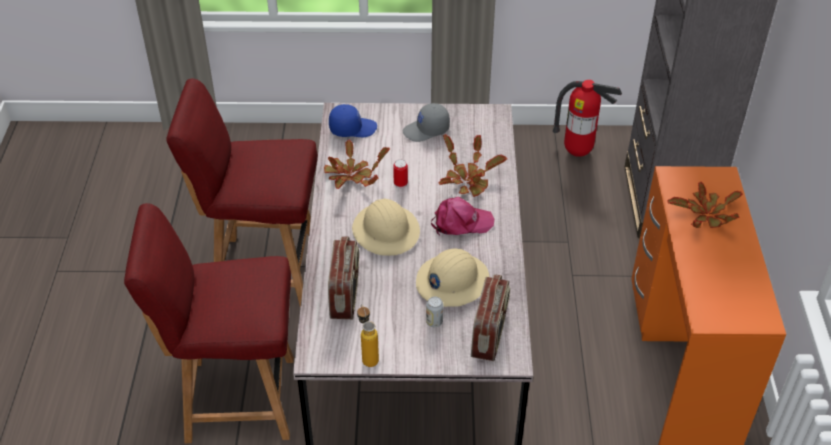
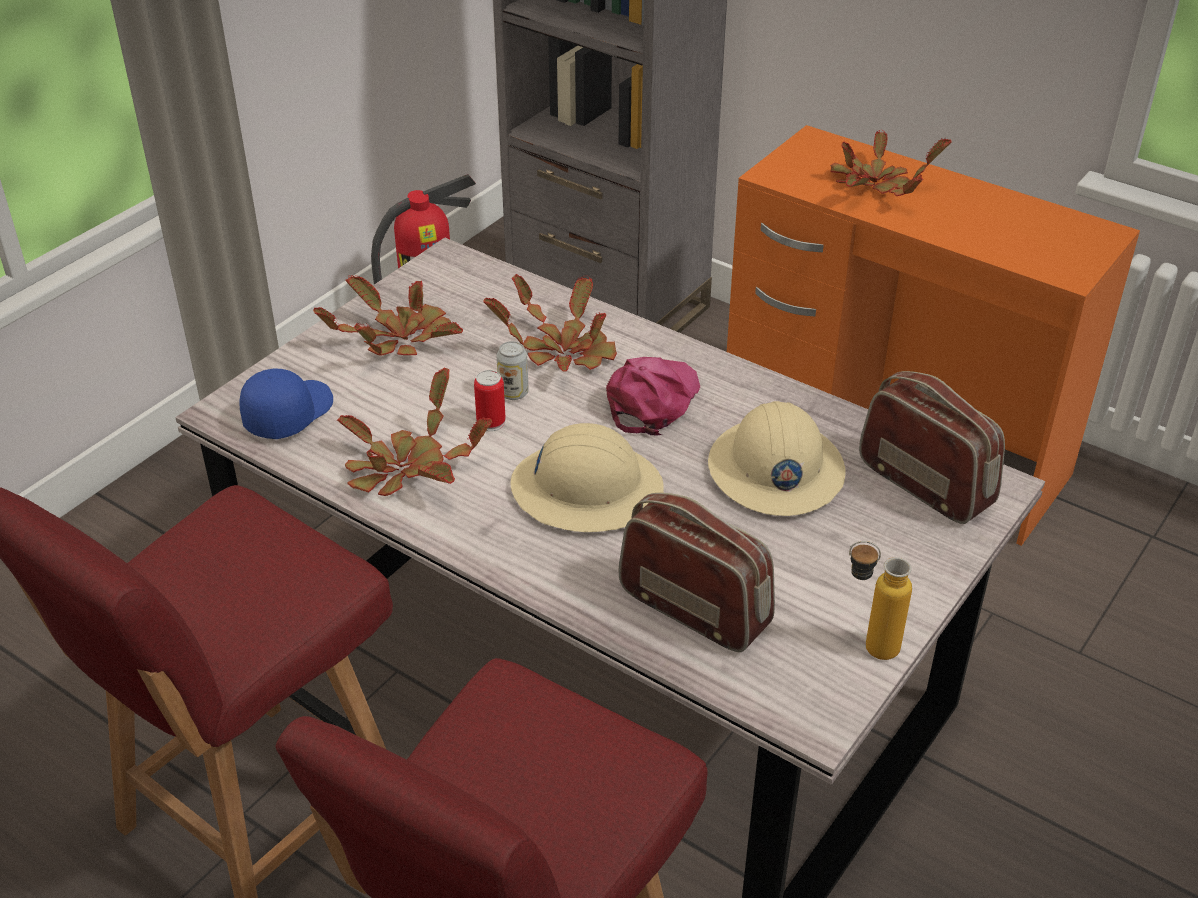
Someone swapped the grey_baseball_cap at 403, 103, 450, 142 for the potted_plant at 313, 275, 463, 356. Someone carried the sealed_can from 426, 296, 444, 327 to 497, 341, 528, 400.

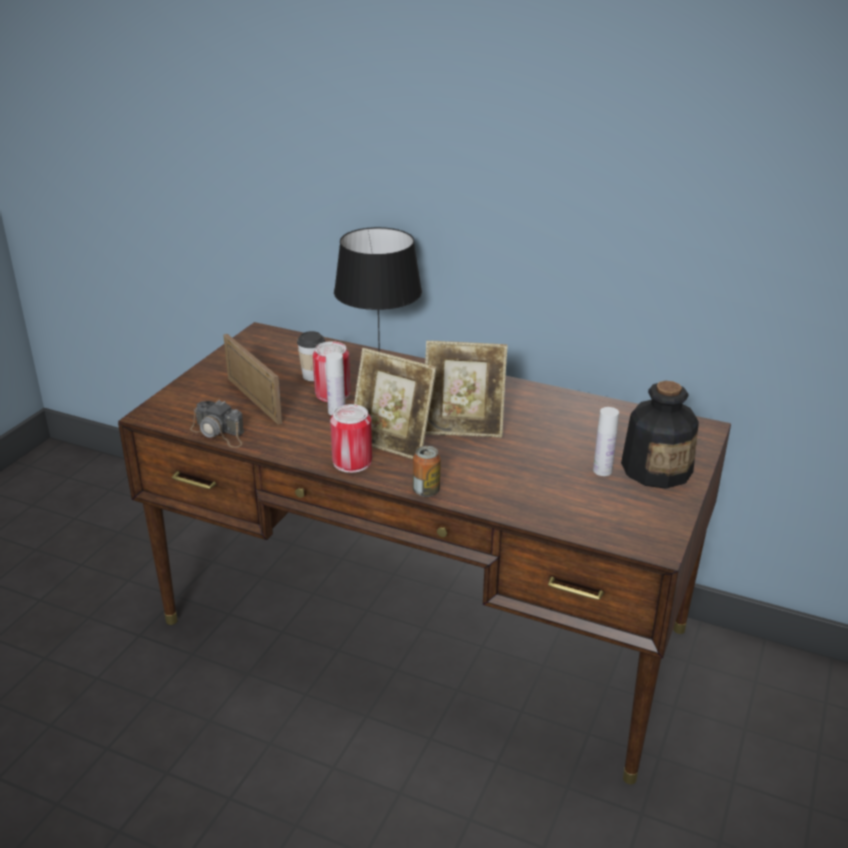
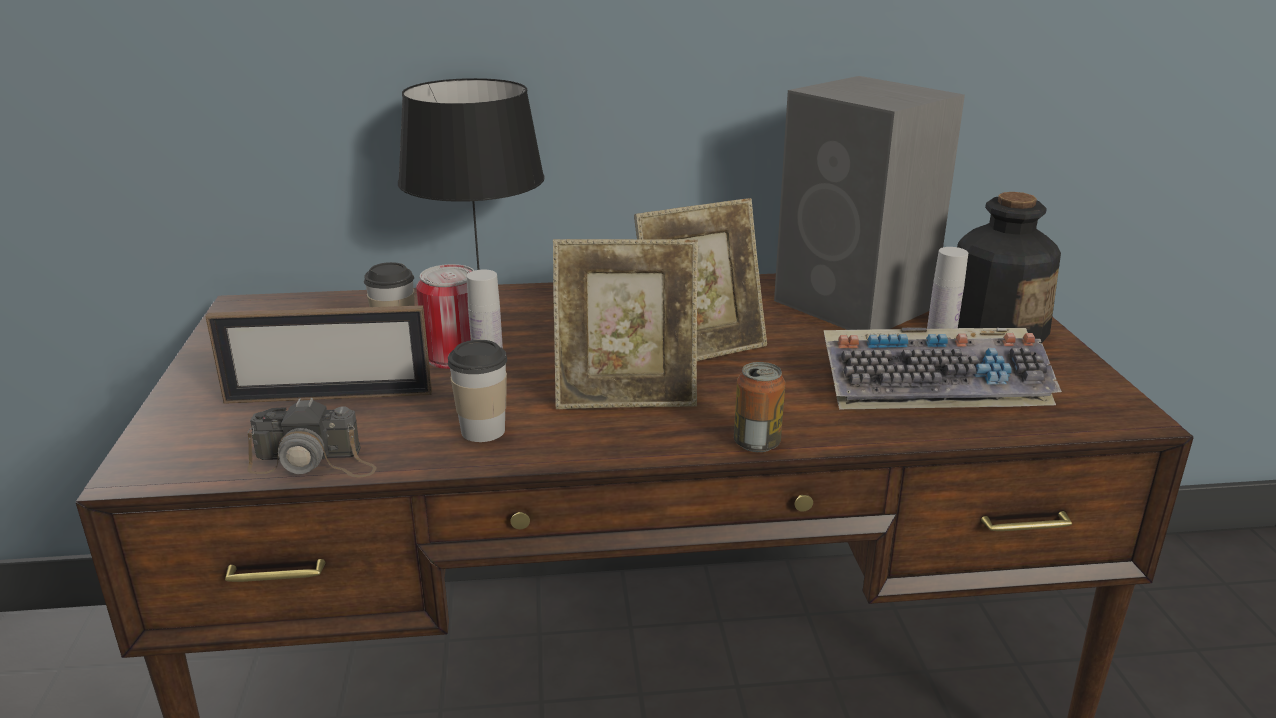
Someone rotated the photo_frame at 223, 334, 282, 425 by 150 degrees clockwise. Someone took away the sealed_can at 330, 404, 372, 473. Someone put down the small_cup at 448, 340, 507, 442. Someone put down the grey_speaker at 774, 76, 965, 330. Someone put down the keyboard at 824, 328, 1062, 409.

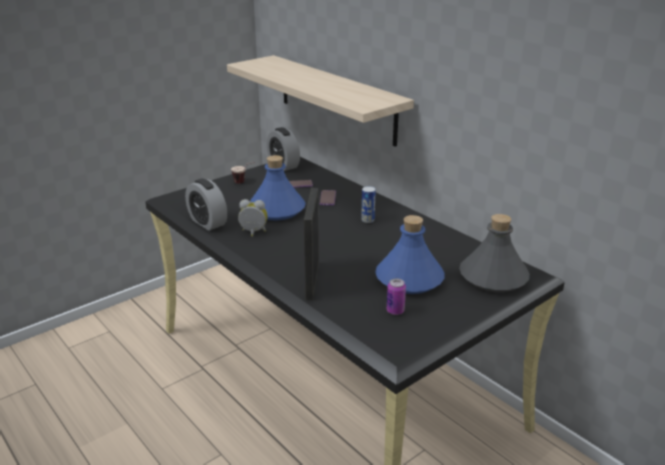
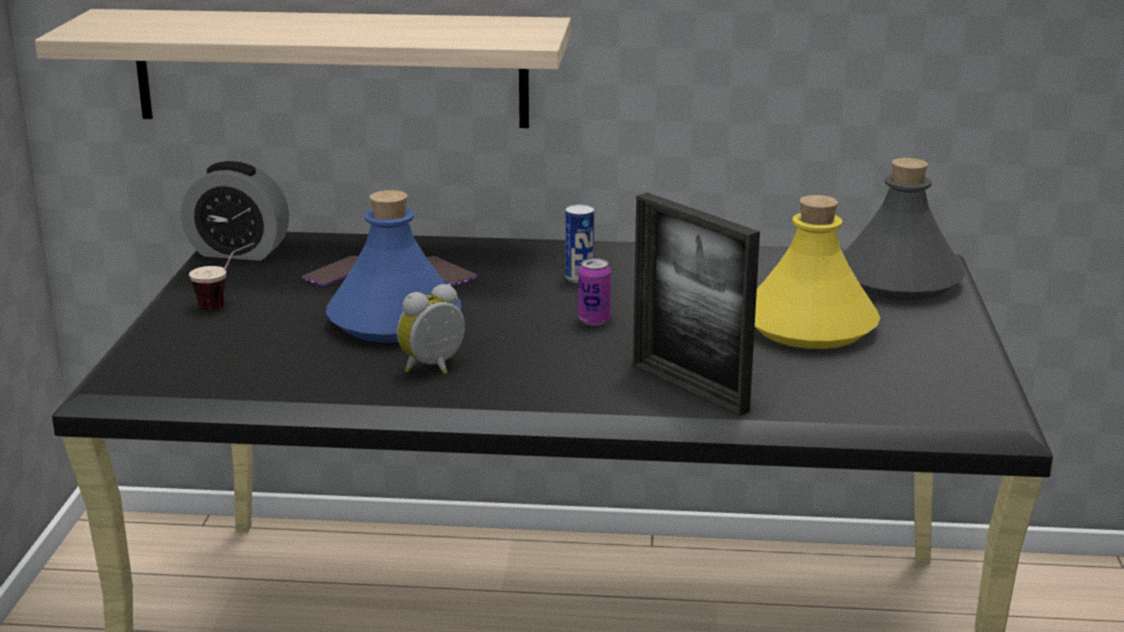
Someone took away the table_clock at 185, 178, 227, 231. Someone repainted the blue_bottle at 375, 215, 445, 294, which became the yellow-coloured_bottle at 755, 195, 880, 349. Someone carried the sealed_can from 387, 278, 406, 315 to 578, 258, 611, 326.

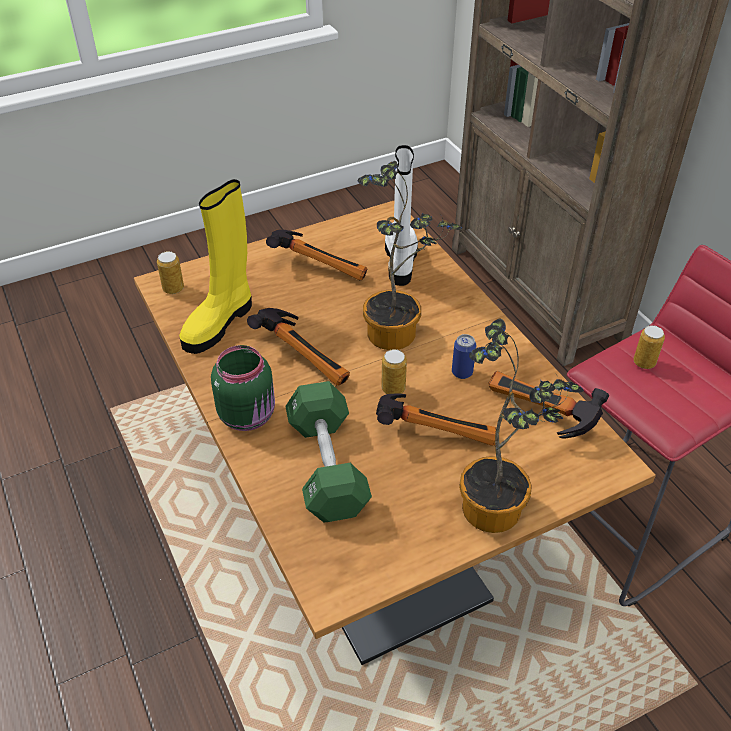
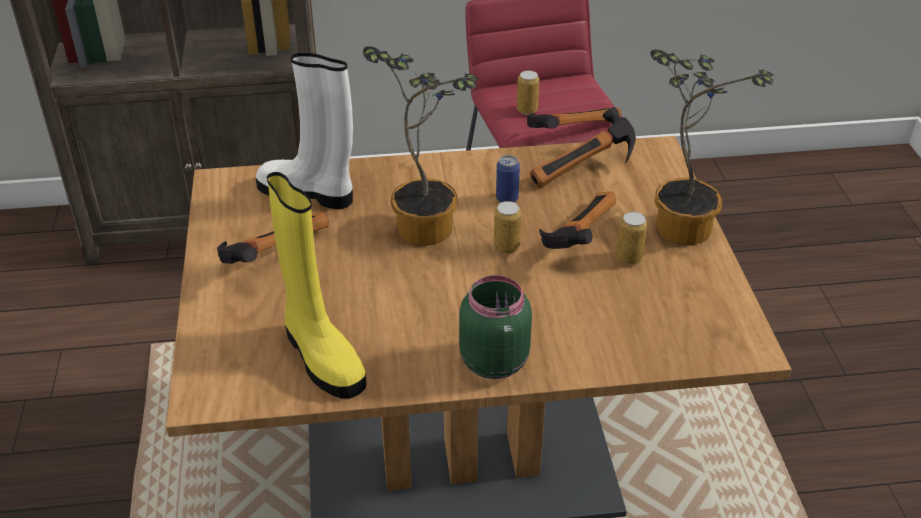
Someone carried the sealed_can from 157, 251, 184, 294 to 616, 212, 648, 265. Someone carried the tool_hammer from 247, 308, 350, 386 to 527, 107, 621, 129. Someone took away the green_free_weight at 285, 381, 372, 522.

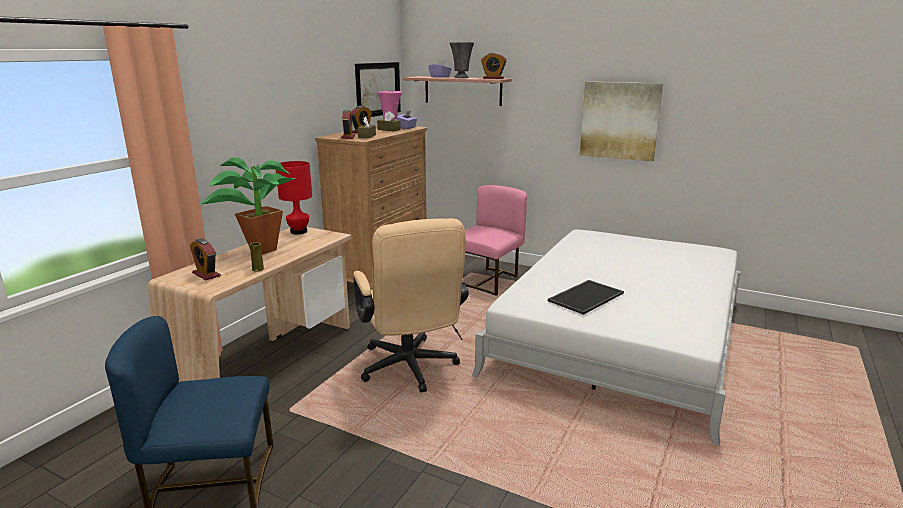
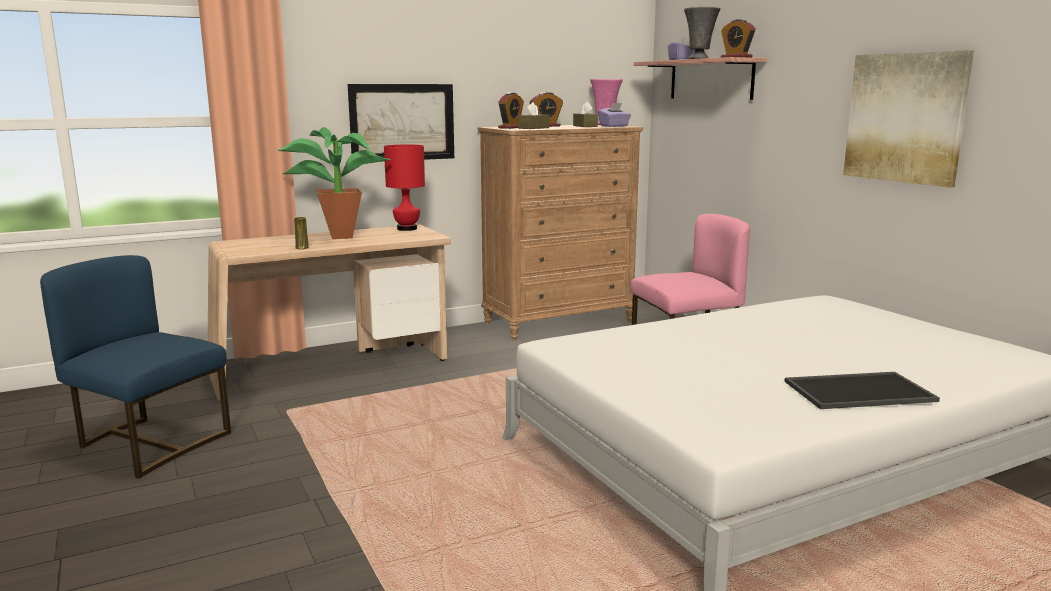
Someone took away the table_clock at 190, 238, 221, 280. Someone took away the beige-coloured_computer_chair at 353, 218, 469, 392. Someone carried the wall_picture from 355, 62, 401, 117 to 348, 84, 454, 160. Someone carried the serving_tray from 548, 280, 624, 315 to 784, 372, 940, 409.

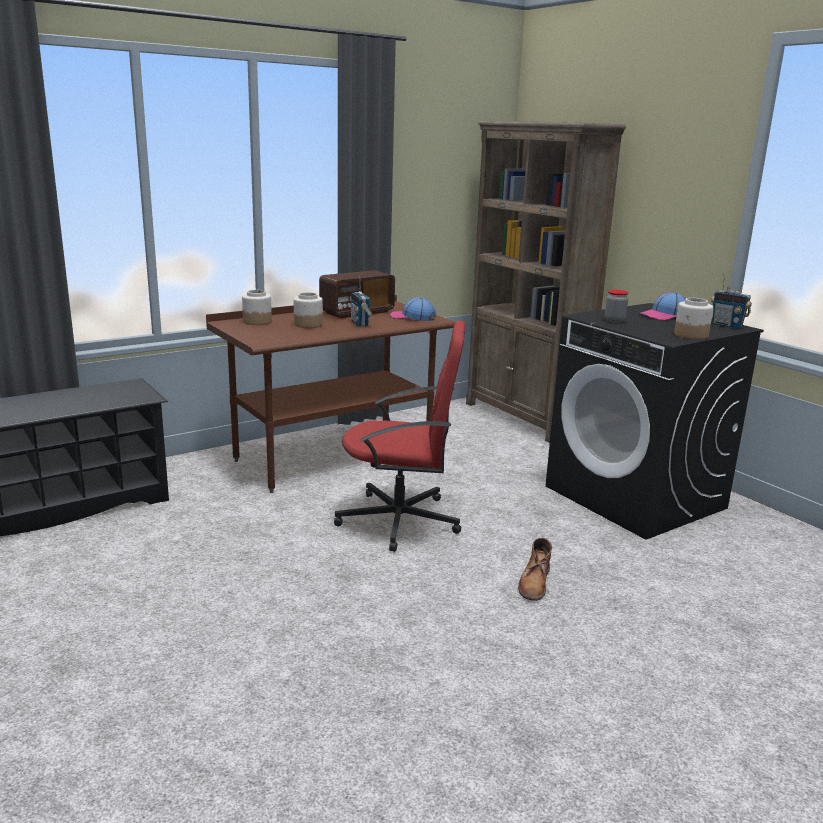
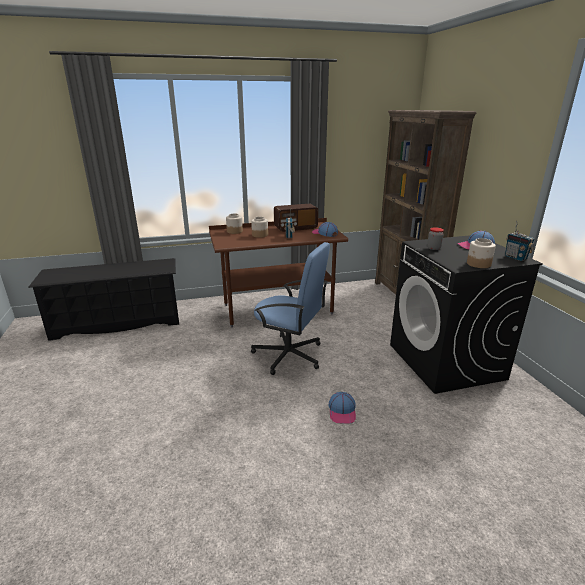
Someone repainted the red-coloured_computer_chair at 334, 320, 465, 552, which became the blue_computer_chair at 251, 242, 330, 375. Someone swapped the brown-coloured_boot at 518, 538, 552, 601 for the baseball_cap at 329, 392, 356, 424.

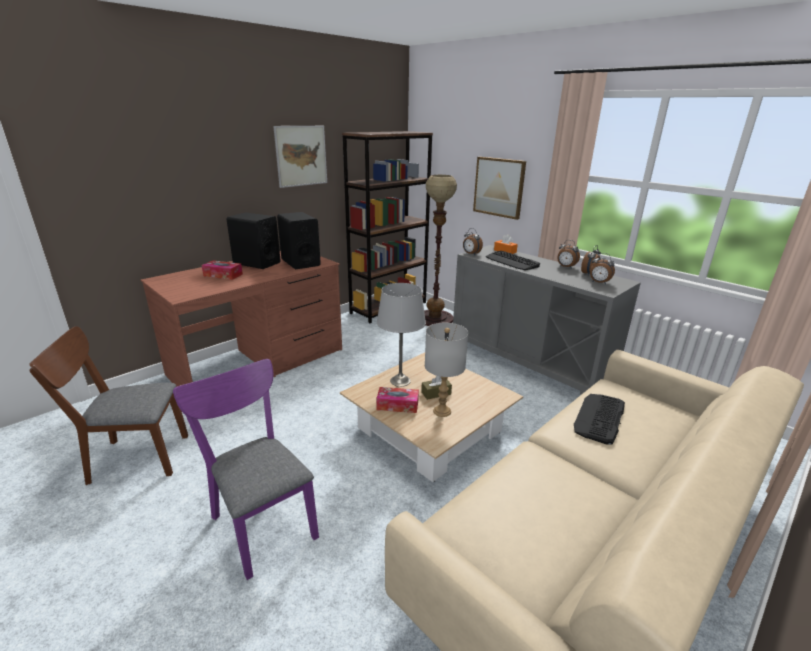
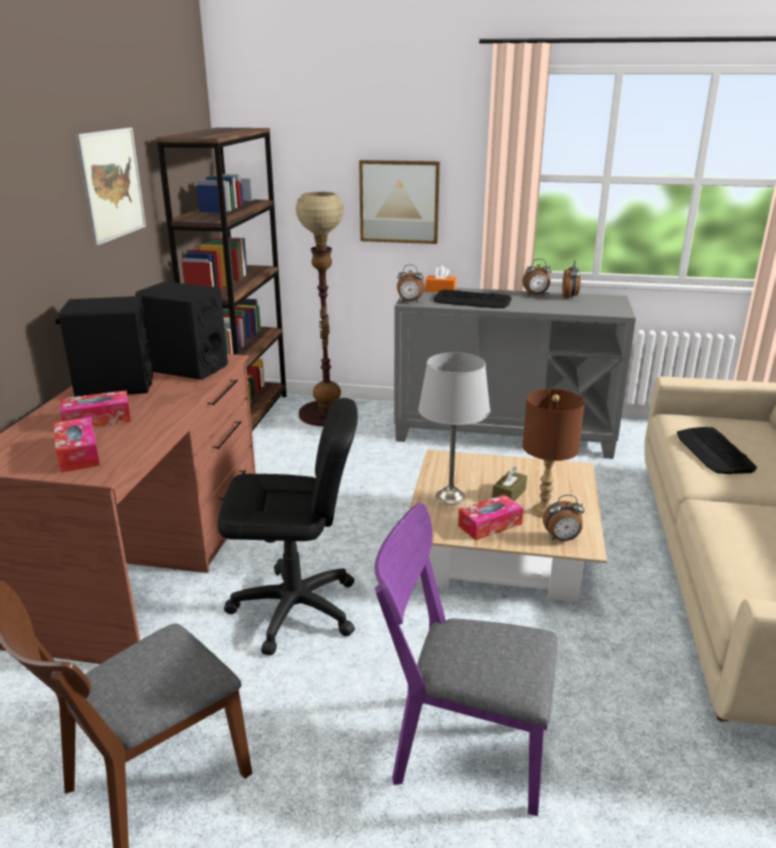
Someone repainted the grey_table_lamp at 425, 323, 468, 417, which became the brown-coloured_table_lamp at 523, 389, 585, 518. Someone carried the table_clock from 590, 253, 615, 284 to 543, 495, 584, 541. Someone put down the tissue_box at 54, 417, 100, 473. Someone put down the black-coloured_computer_chair at 217, 398, 358, 656.

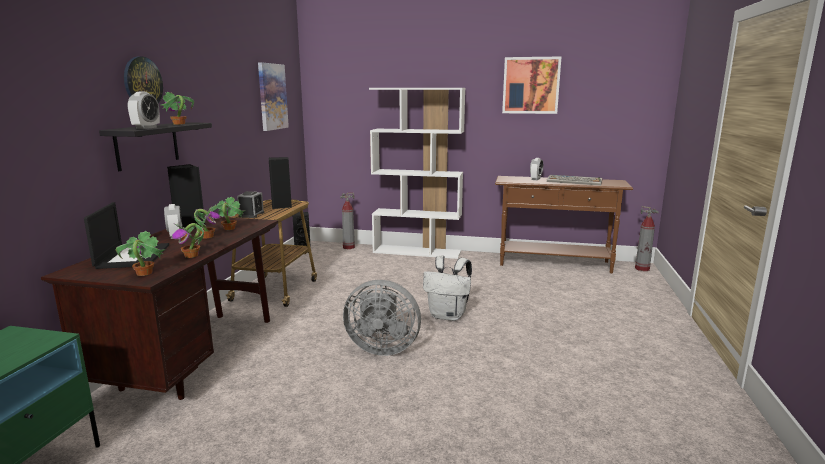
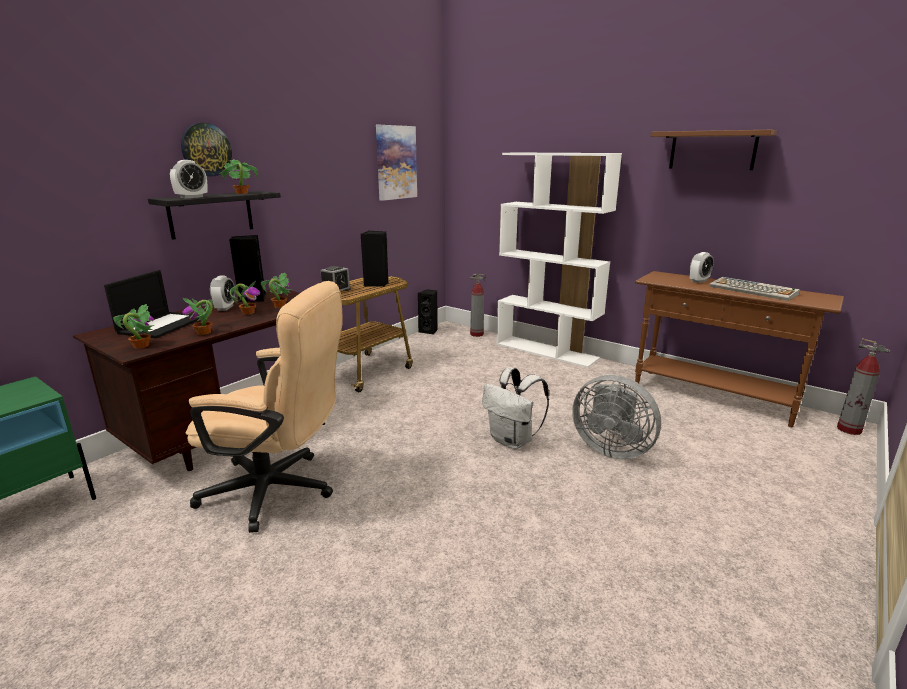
Someone carried the grey_fan from 343, 280, 421, 356 to 572, 375, 661, 459. Someone swapped the wall_picture at 502, 57, 561, 114 for the brown-coloured_bracket_shelf at 651, 130, 777, 170. Someone put down the beige-coloured_computer_chair at 186, 281, 343, 533.

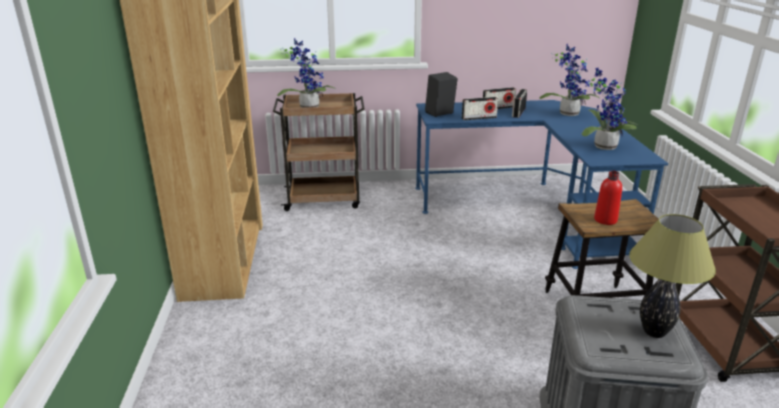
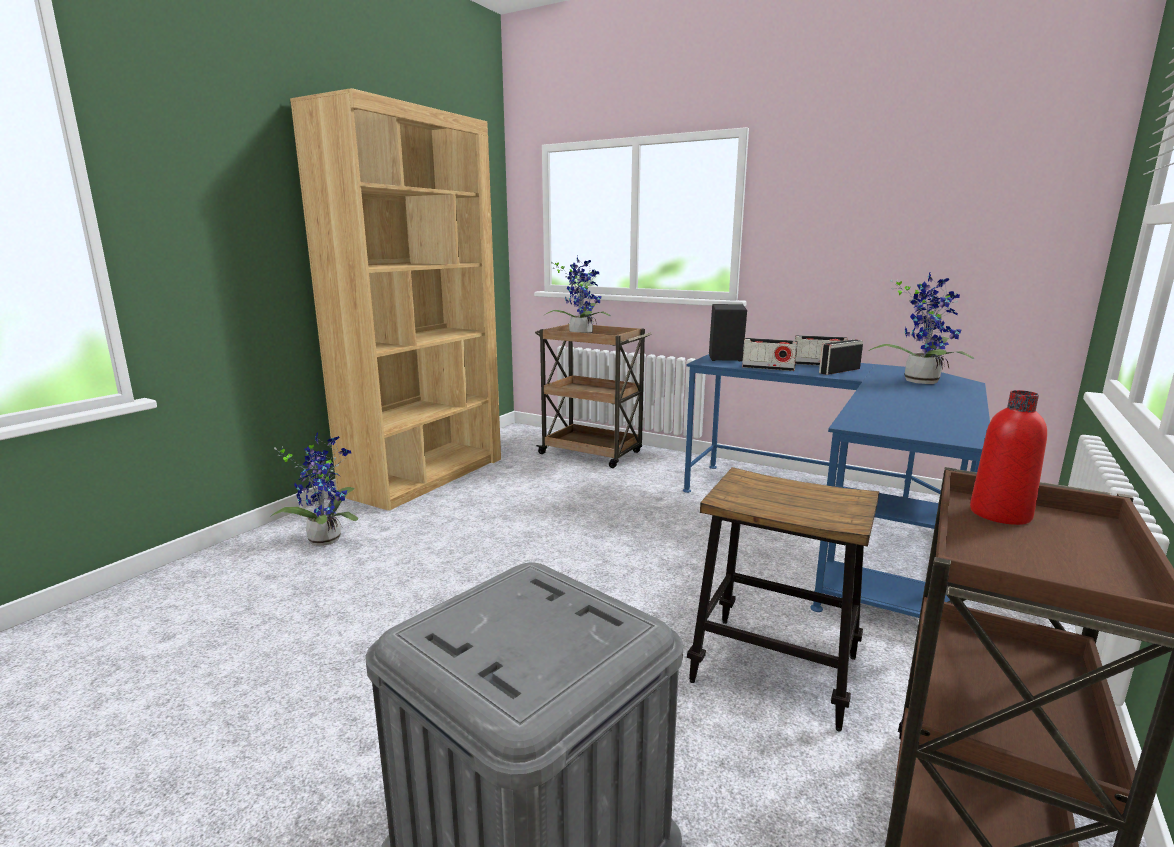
Someone carried the potted_plant from 582, 68, 637, 150 to 270, 433, 358, 546. Someone carried the red-coloured_bottle from 594, 171, 622, 225 to 970, 390, 1047, 525. Someone took away the table_lamp at 629, 214, 716, 338.

